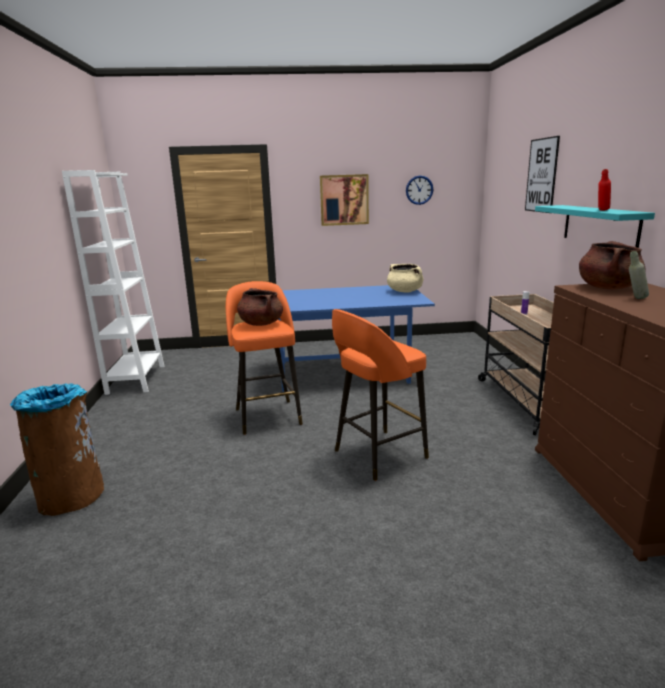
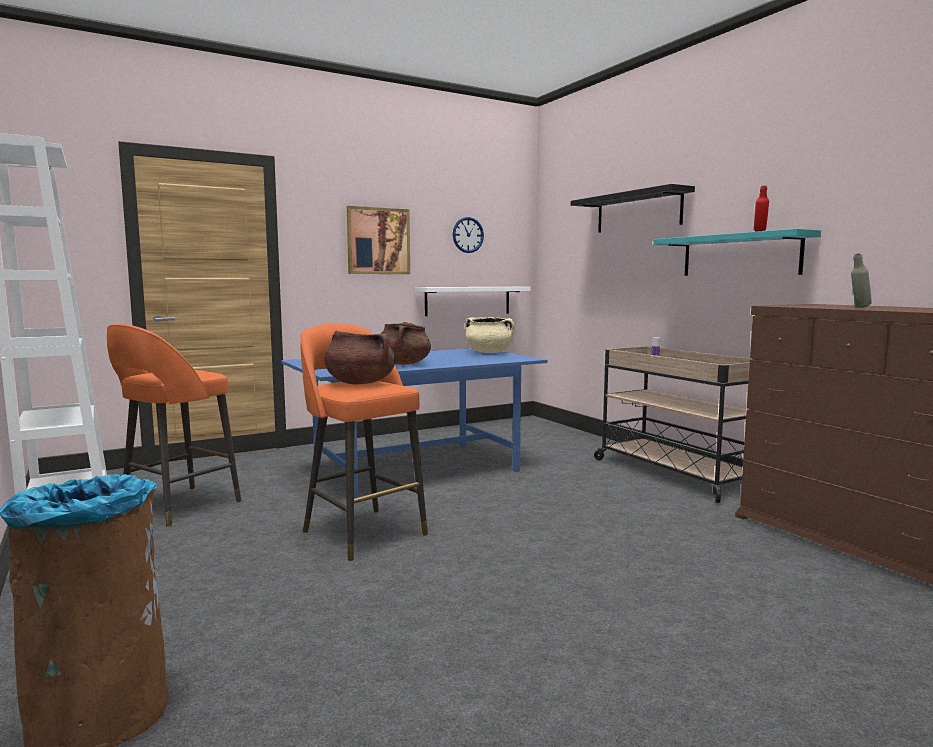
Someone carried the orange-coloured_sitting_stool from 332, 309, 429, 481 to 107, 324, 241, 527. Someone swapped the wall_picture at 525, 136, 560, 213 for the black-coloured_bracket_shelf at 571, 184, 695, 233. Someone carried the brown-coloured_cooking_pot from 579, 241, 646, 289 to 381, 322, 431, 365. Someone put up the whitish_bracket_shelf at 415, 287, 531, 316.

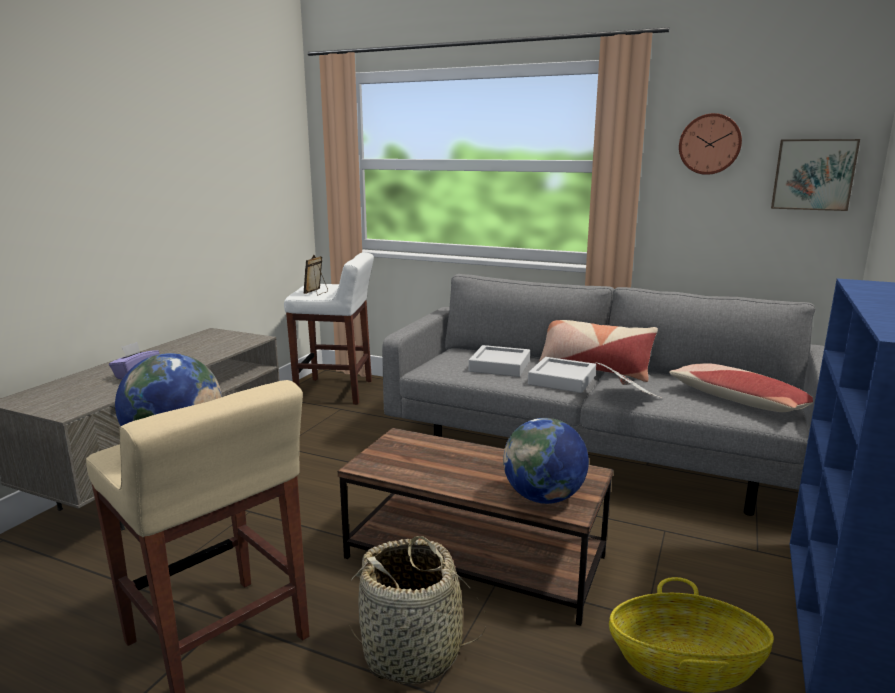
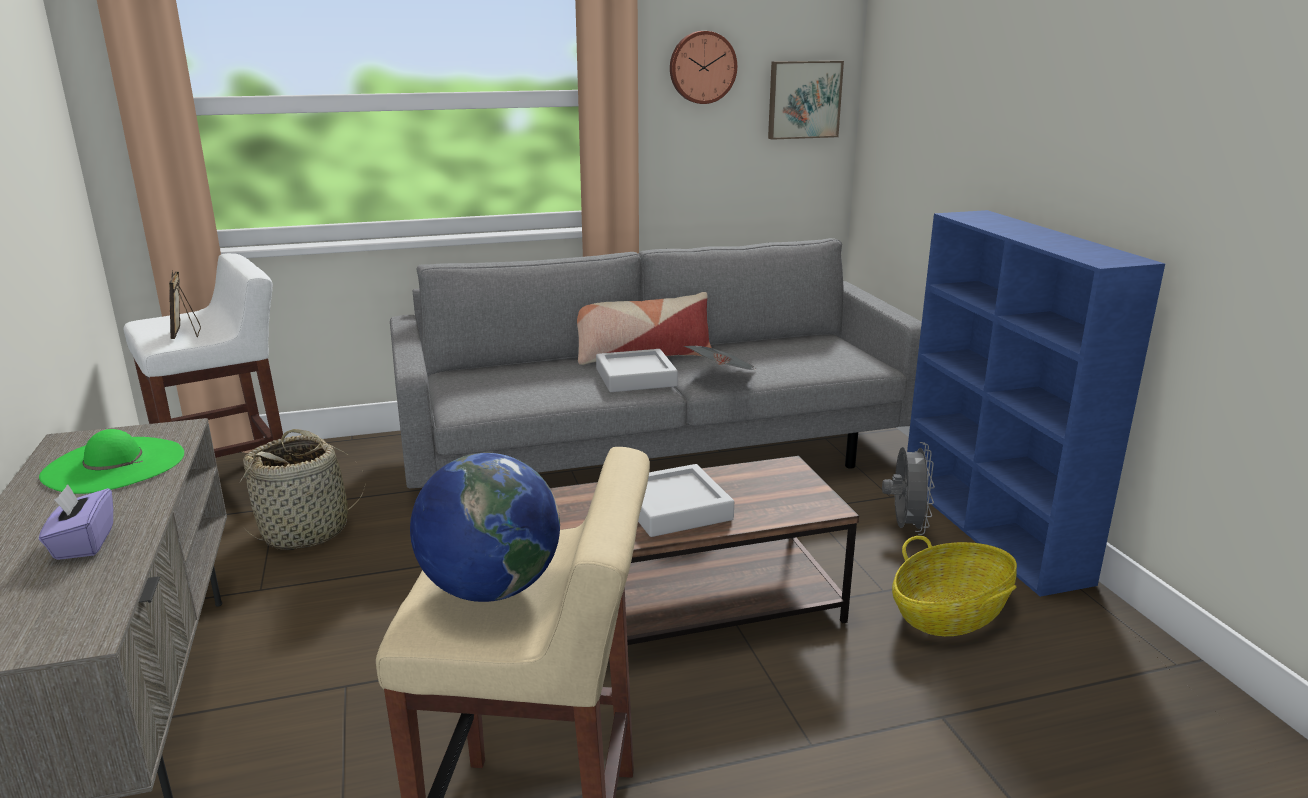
Someone carried the storage_basket from 349, 536, 487, 684 to 239, 429, 366, 550. Someone carried the grey_serving_tray from 469, 345, 530, 377 to 638, 464, 734, 537. Someone took away the desk_globe at 503, 418, 589, 504. Someone took away the cushion at 669, 363, 813, 412. Someone put down the green_wearable_hat at 39, 429, 184, 494. Someone put down the grey_fan at 882, 442, 935, 535.

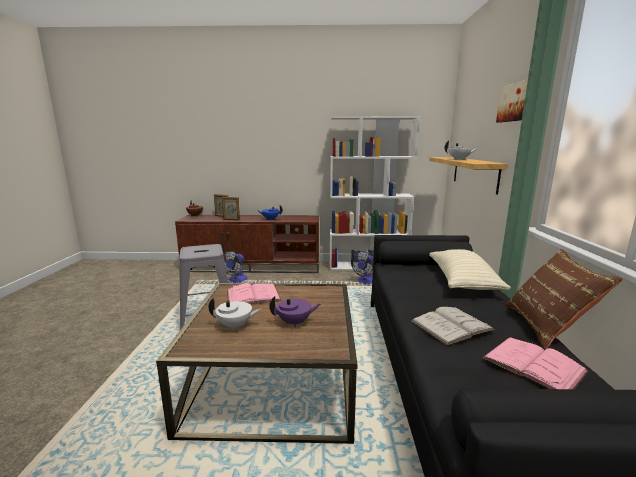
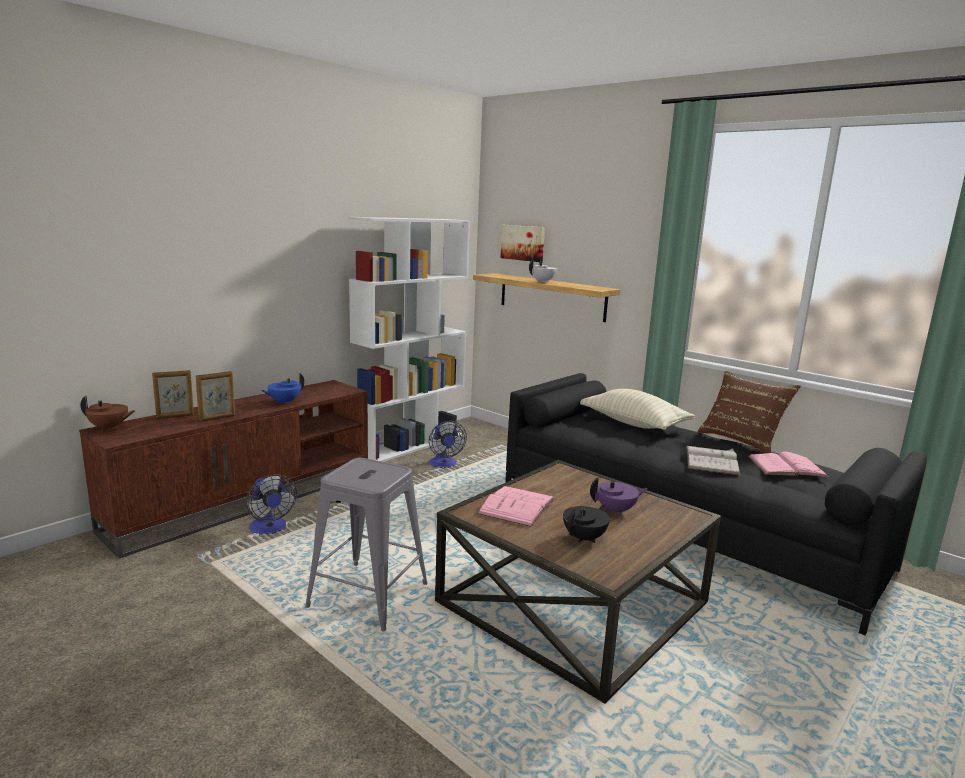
Someone repainted the whitish_pot_for_tea at 209, 298, 261, 331, which became the black-coloured_pot_for_tea at 563, 505, 610, 543. Someone rotated the purple-coloured_pot_for_tea at 269, 296, 321, 328 by 45 degrees clockwise. Someone carried the wall_picture from 496, 79, 528, 123 to 500, 225, 545, 262.

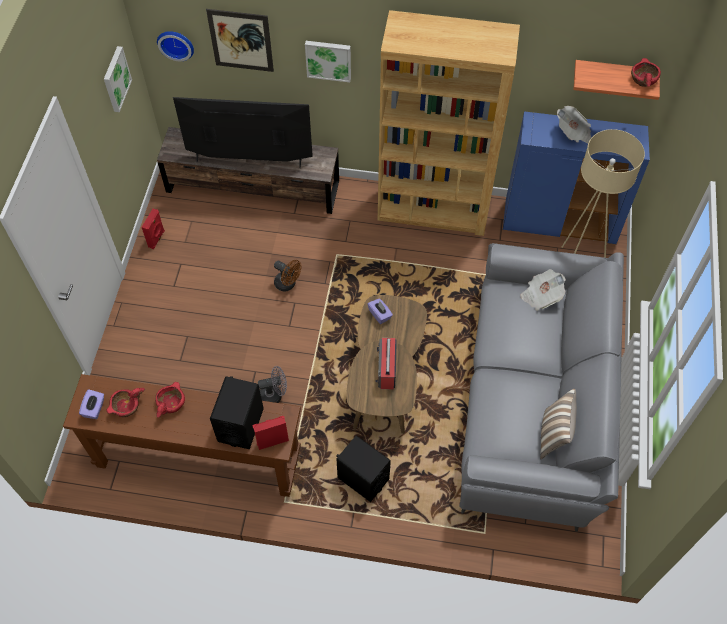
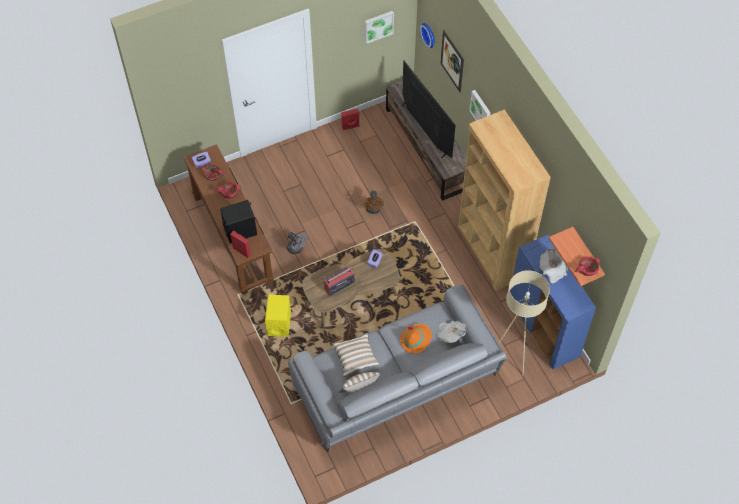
Someone repainted the black-coloured_speaker at 336, 436, 391, 502, which became the yellow-coloured_speaker at 265, 294, 291, 337. Someone put down the cushion at 332, 333, 380, 377. Someone put down the orange-coloured_wearable_hat at 400, 324, 432, 354.

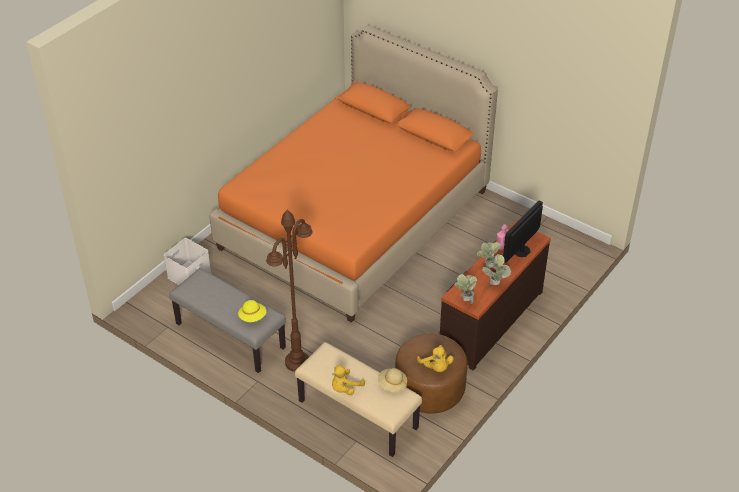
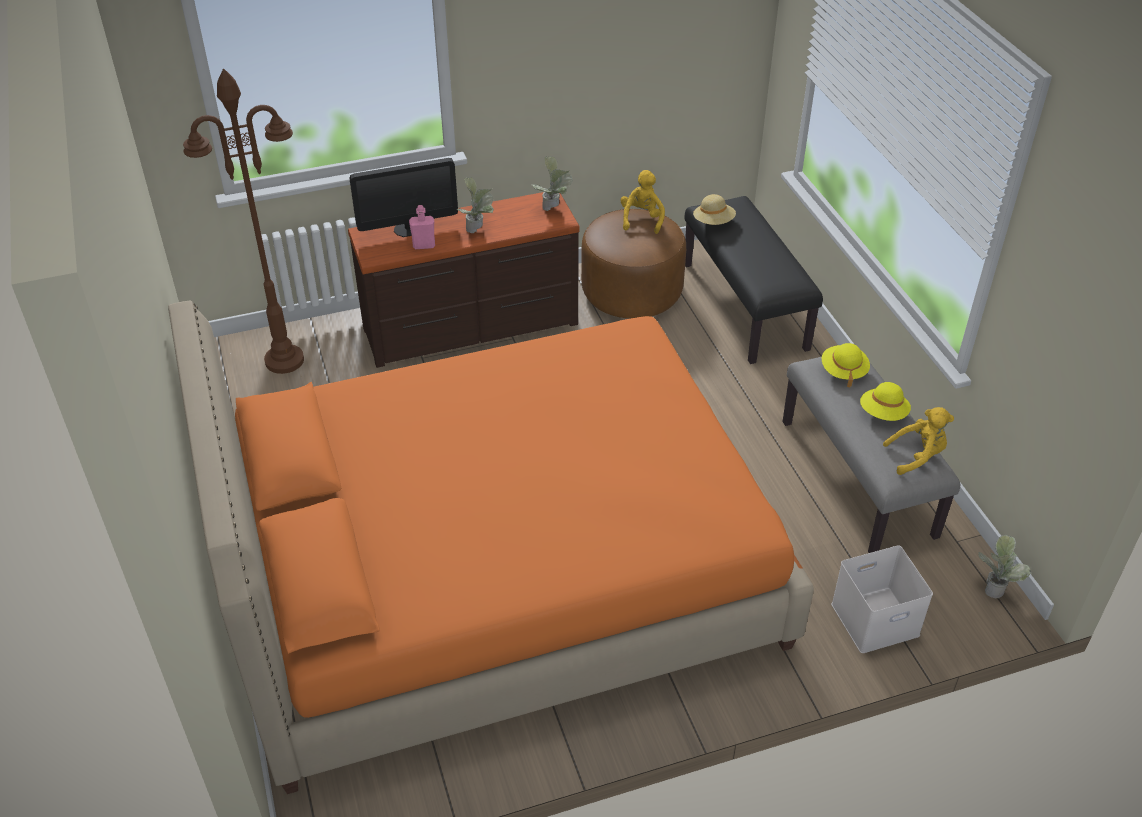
Someone carried the brown-coloured_floor_lamp from 266, 210, 312, 372 to 183, 69, 304, 374. Someone repainted the beige-coloured_indoor_bench at 295, 342, 422, 457, which became the black-coloured_indoor_bench at 685, 196, 823, 364. Someone carried the yellow-coloured_cuddly_toy from 332, 365, 365, 395 to 883, 407, 954, 475. Someone carried the potted_plant from 482, 254, 511, 285 to 978, 535, 1031, 598. Someone put down the yellow-coloured_wearable_hat at 860, 382, 911, 421.

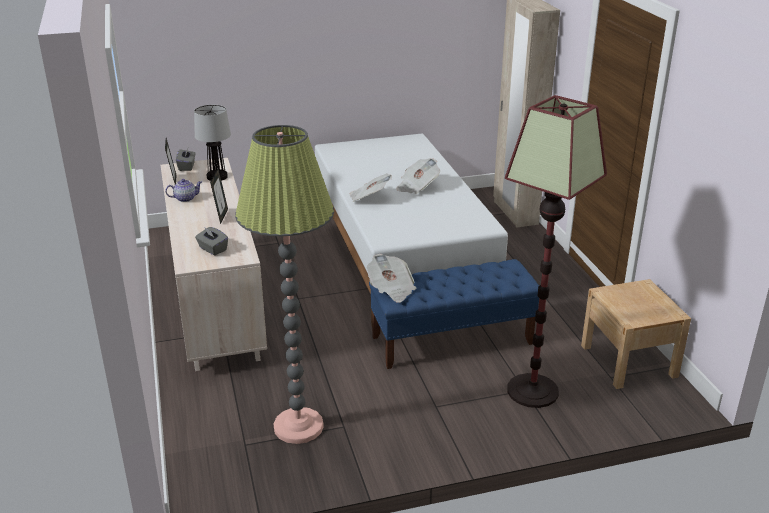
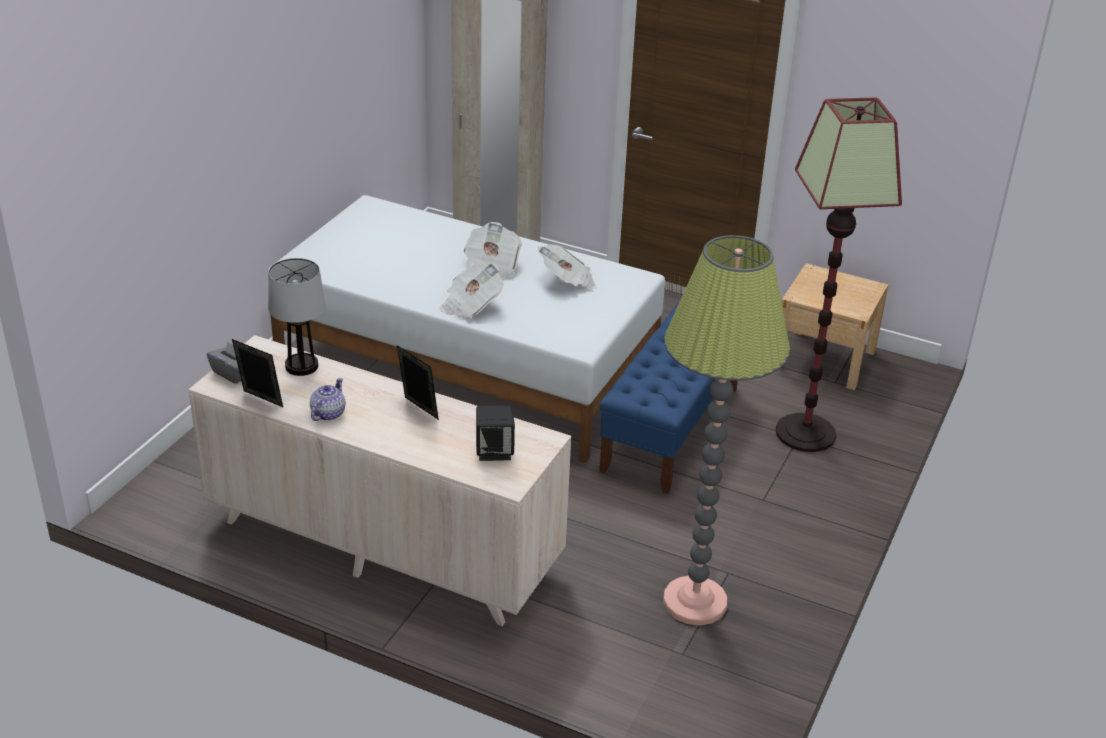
Someone swapped the grey_tissue_box at 195, 227, 228, 255 for the black-coloured_speaker at 476, 405, 515, 461. Someone carried the newspaper from 367, 254, 416, 303 to 538, 244, 596, 289.

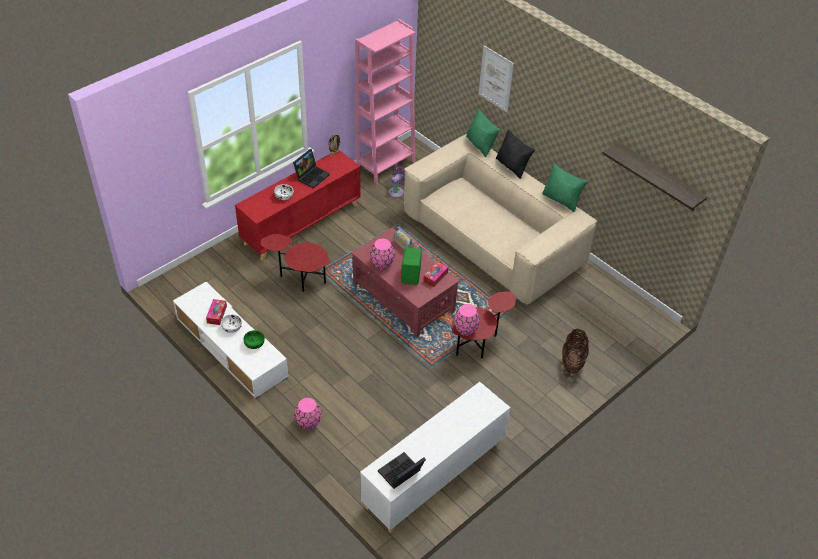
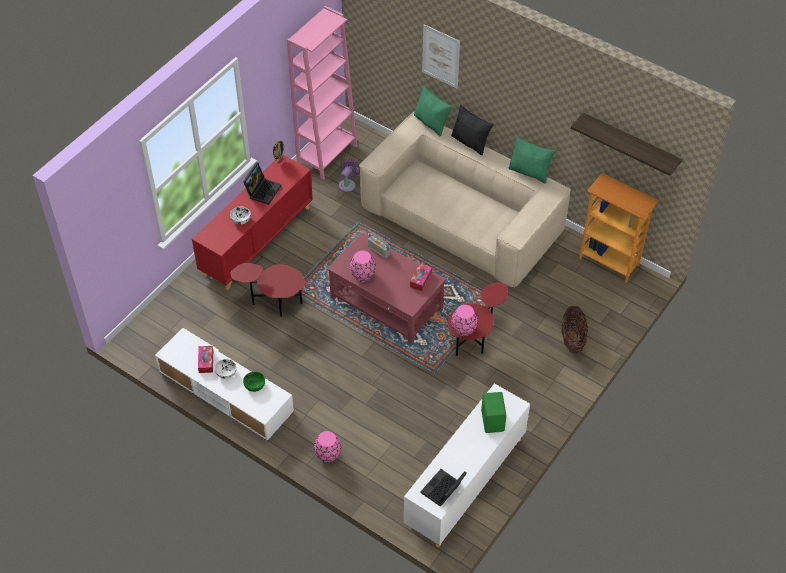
Someone carried the green_speaker from 401, 247, 422, 285 to 481, 392, 507, 433. Someone put down the bookcase at 579, 173, 658, 283.

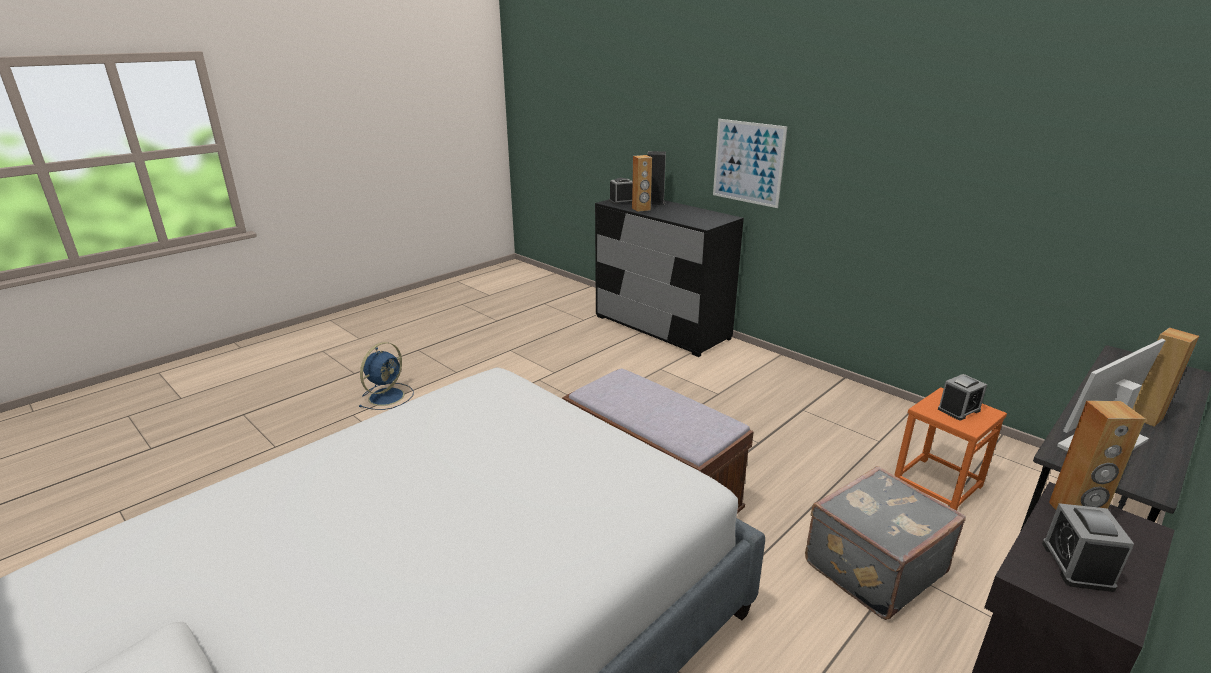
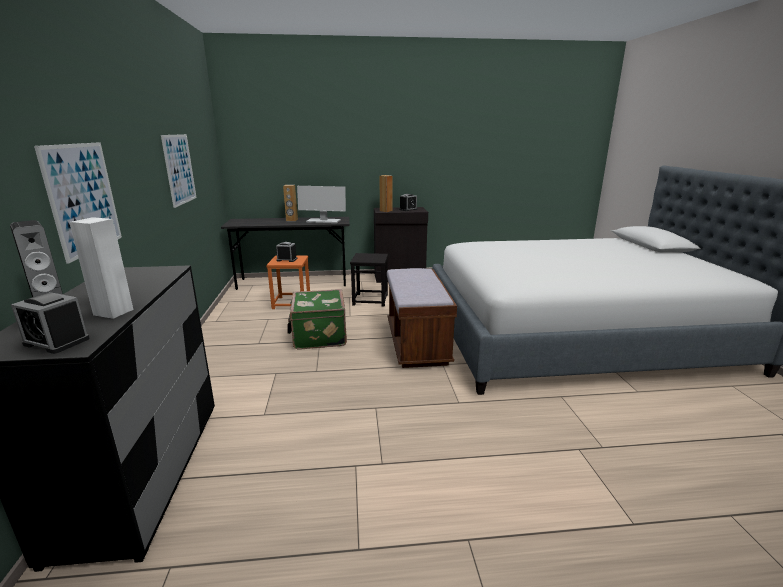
Someone took away the blue_fan at 359, 342, 414, 410. Someone repainted the brown-coloured_speaker at 632, 155, 652, 212, which became the whitish_speaker at 69, 217, 133, 319. Someone swapped the grey_travel_case at 805, 466, 966, 620 for the black-coloured_sitting_stool at 350, 253, 388, 306. Someone put up the wall_picture at 161, 134, 197, 208. Someone put down the green_travel_case at 287, 289, 347, 349.

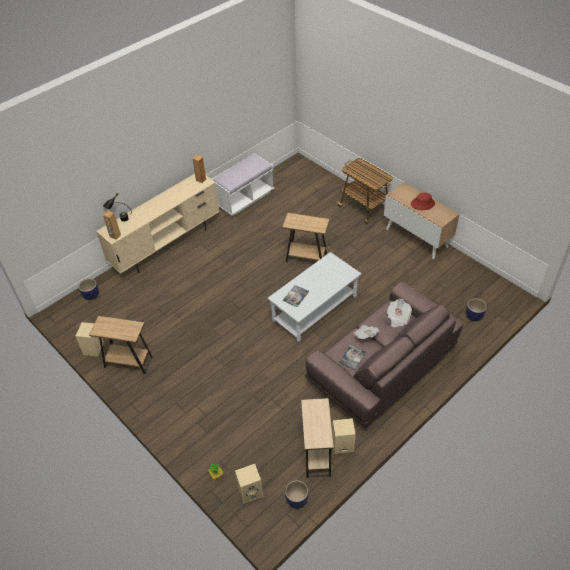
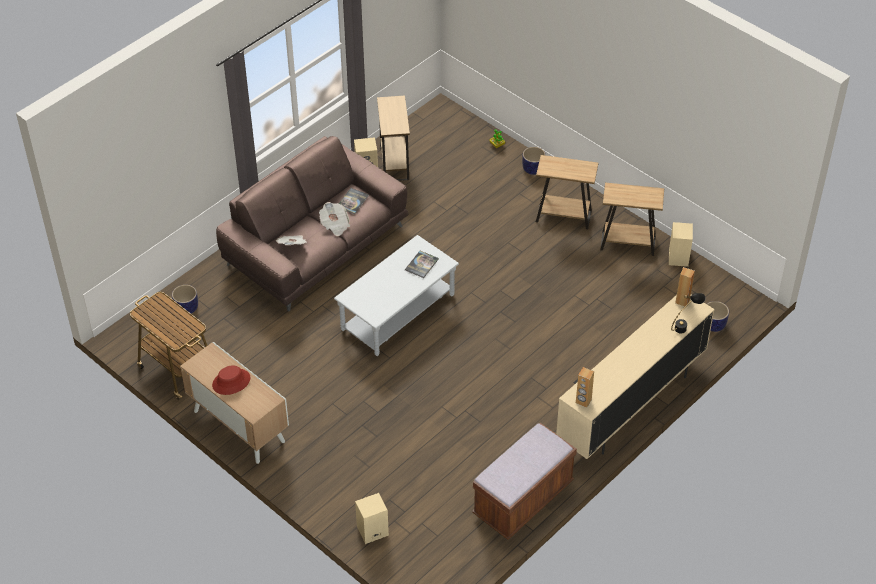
Someone repainted the whitish_indoor_bench at 212, 153, 274, 216, which became the brown-coloured_indoor_bench at 472, 423, 577, 540. Someone carried the beige-coloured_speaker from 235, 464, 263, 503 to 355, 493, 389, 544. Someone carried the brown-coloured_end_table from 282, 213, 330, 262 to 536, 155, 598, 229. Someone carried the flower_pot from 285, 480, 308, 509 to 522, 147, 546, 175. Someone carried the cart from 337, 158, 393, 225 to 130, 292, 208, 400.

